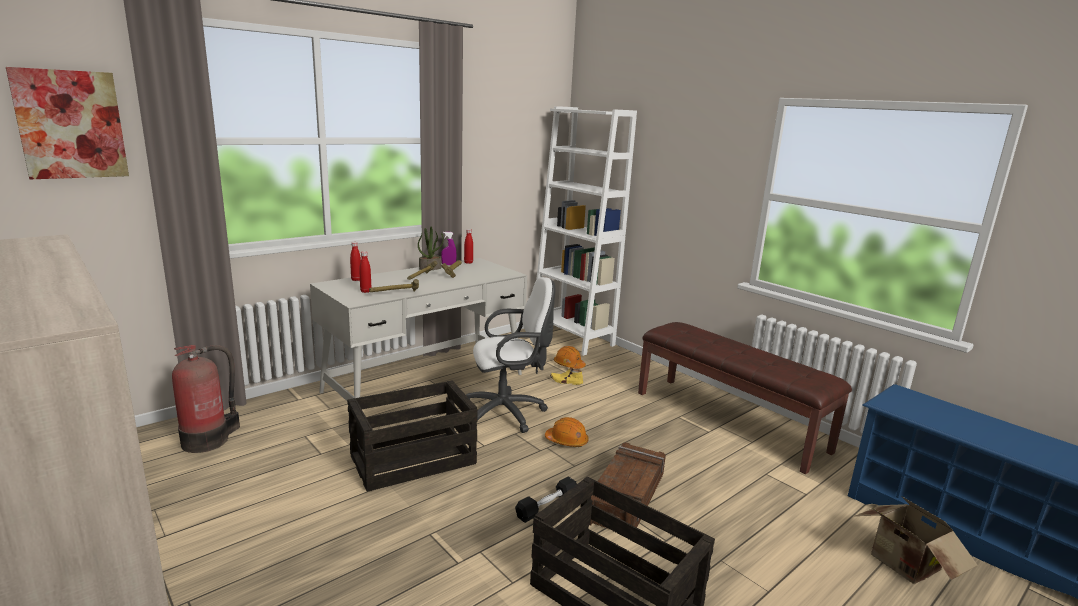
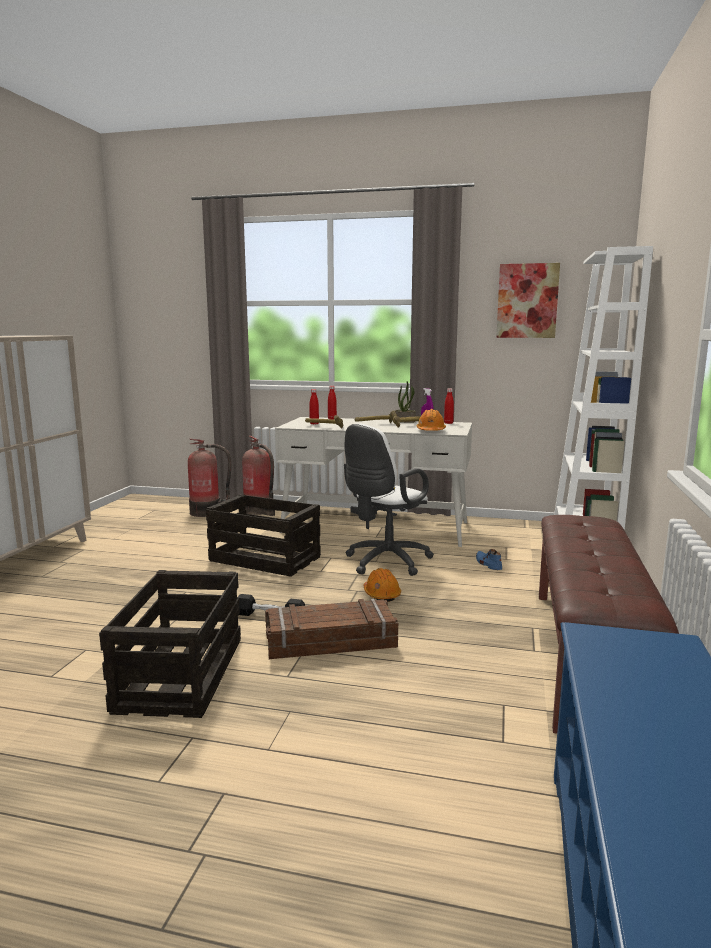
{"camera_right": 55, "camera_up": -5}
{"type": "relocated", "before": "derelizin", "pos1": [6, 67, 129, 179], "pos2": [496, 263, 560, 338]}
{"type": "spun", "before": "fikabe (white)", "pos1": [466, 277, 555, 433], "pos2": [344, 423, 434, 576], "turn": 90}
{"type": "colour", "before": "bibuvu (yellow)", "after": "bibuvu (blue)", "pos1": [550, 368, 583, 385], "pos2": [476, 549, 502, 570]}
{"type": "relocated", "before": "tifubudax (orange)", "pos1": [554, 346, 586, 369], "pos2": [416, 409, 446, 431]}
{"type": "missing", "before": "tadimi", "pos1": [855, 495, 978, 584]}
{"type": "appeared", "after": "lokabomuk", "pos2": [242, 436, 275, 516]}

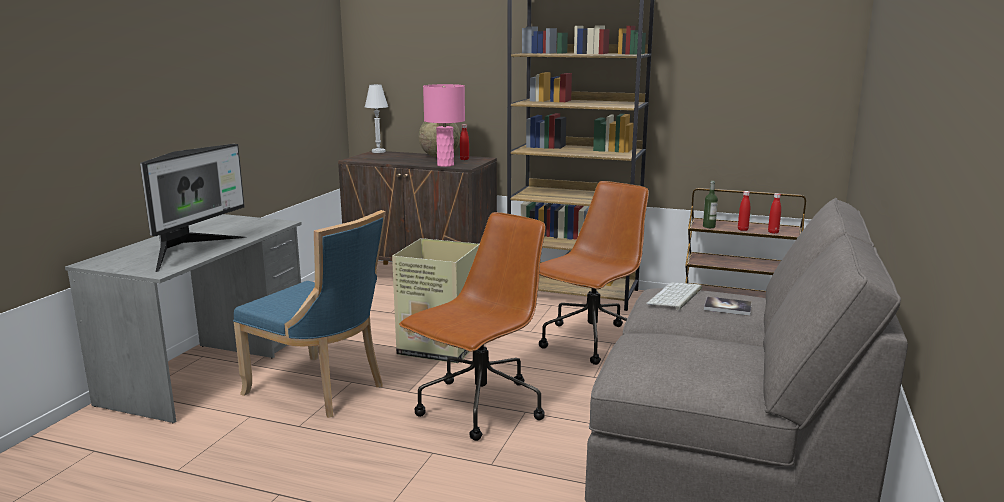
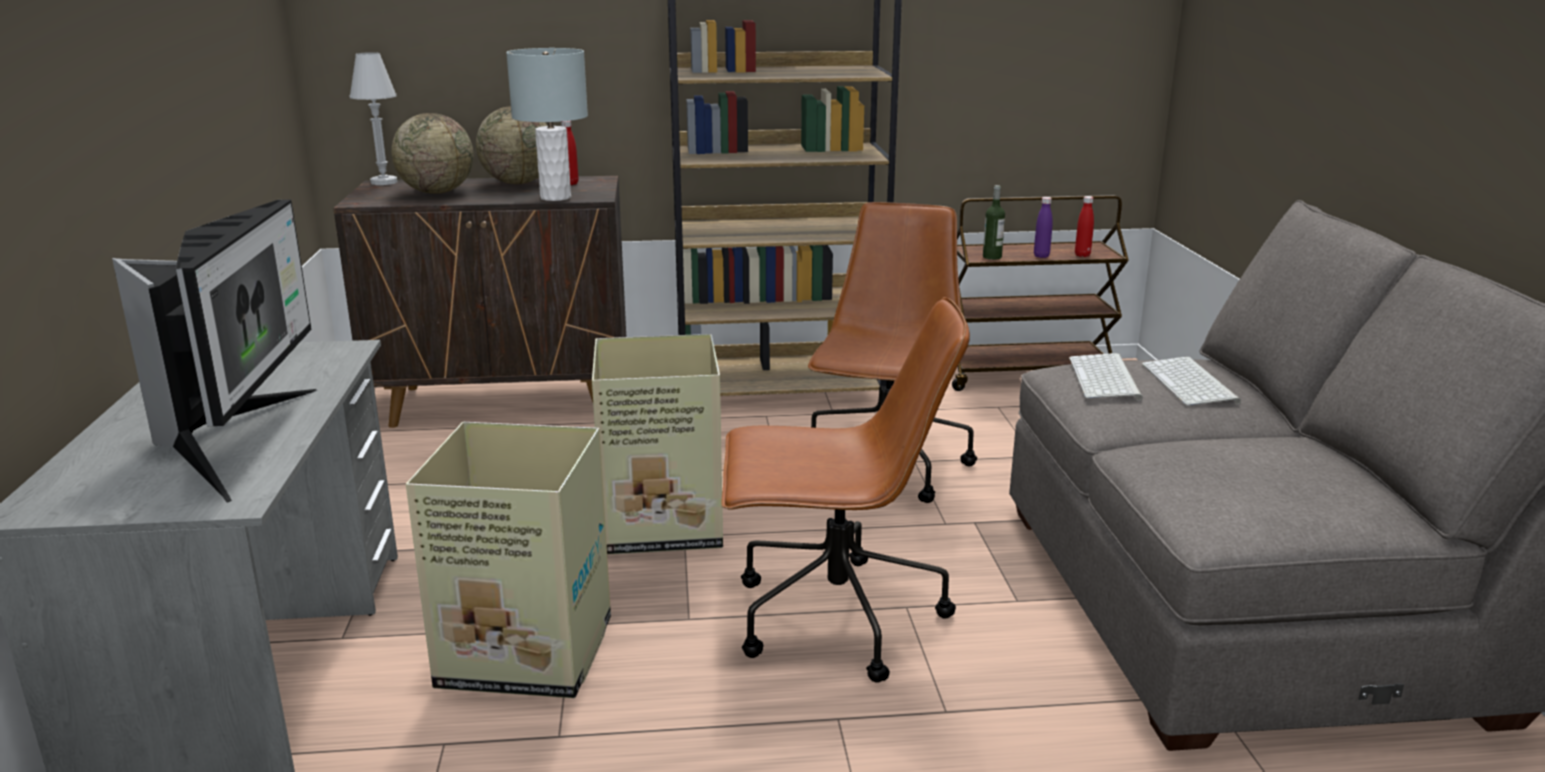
{"camera_right": -25, "camera_up": 5}
{"type": "exchanged", "before": "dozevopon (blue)", "after": "tadimi", "pos1": [233, 210, 386, 418], "pos2": [406, 422, 611, 698]}
{"type": "spun", "before": "fikabe (brown)", "pos1": [399, 212, 545, 441], "pos2": [722, 297, 970, 683], "turn": 75}
{"type": "colour", "before": "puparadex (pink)", "after": "puparadex (grey)", "pos1": [423, 84, 465, 167], "pos2": [506, 48, 588, 201]}
{"type": "exchanged", "before": "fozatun", "after": "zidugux", "pos1": [704, 296, 752, 316], "pos2": [1142, 356, 1241, 406]}
{"type": "colour", "before": "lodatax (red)", "after": "lodatax (purple)", "pos1": [738, 191, 750, 231], "pos2": [1034, 197, 1053, 258]}
{"type": "appeared", "after": "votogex", "pos2": [391, 113, 474, 194]}

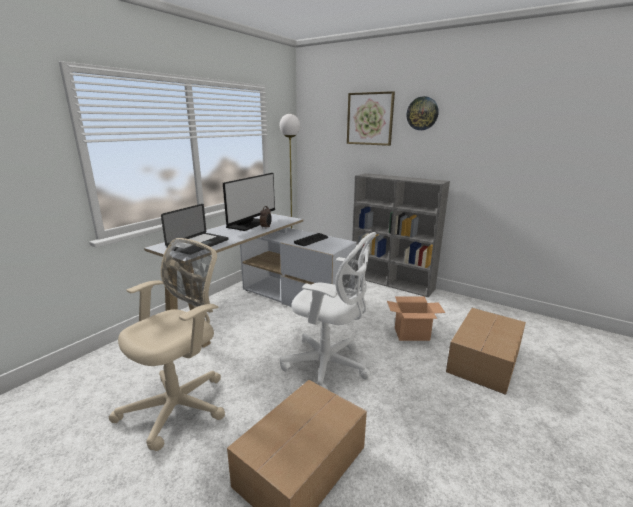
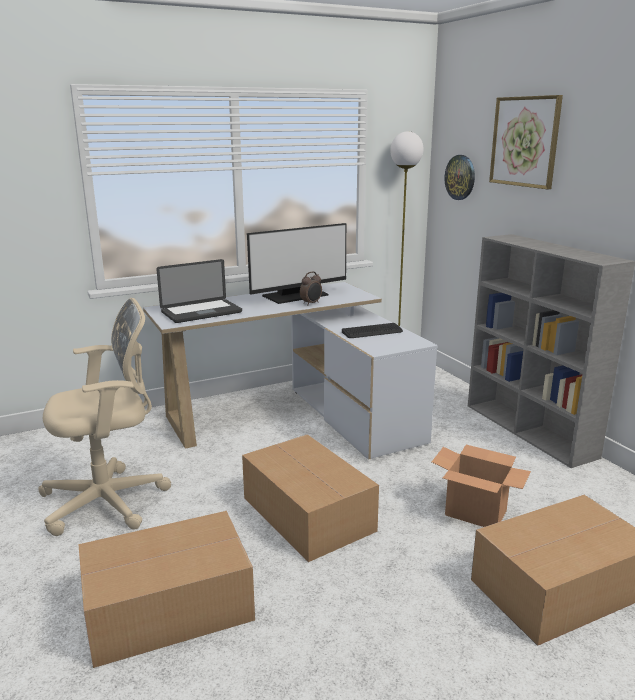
{"camera_right": 30, "camera_up": 0}
{"type": "exchanged", "before": "fikabe (white)", "after": "tadimi", "pos1": [280, 232, 377, 390], "pos2": [242, 434, 379, 562]}
{"type": "relocated", "before": "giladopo", "pos1": [407, 96, 439, 130], "pos2": [445, 155, 475, 200]}

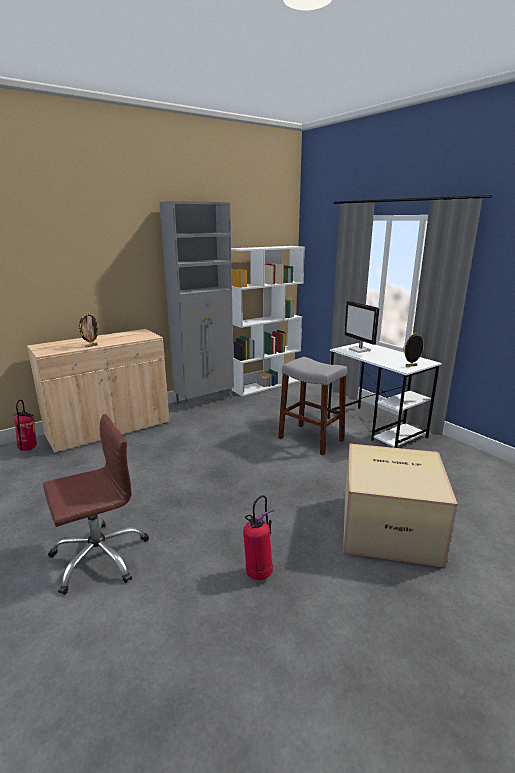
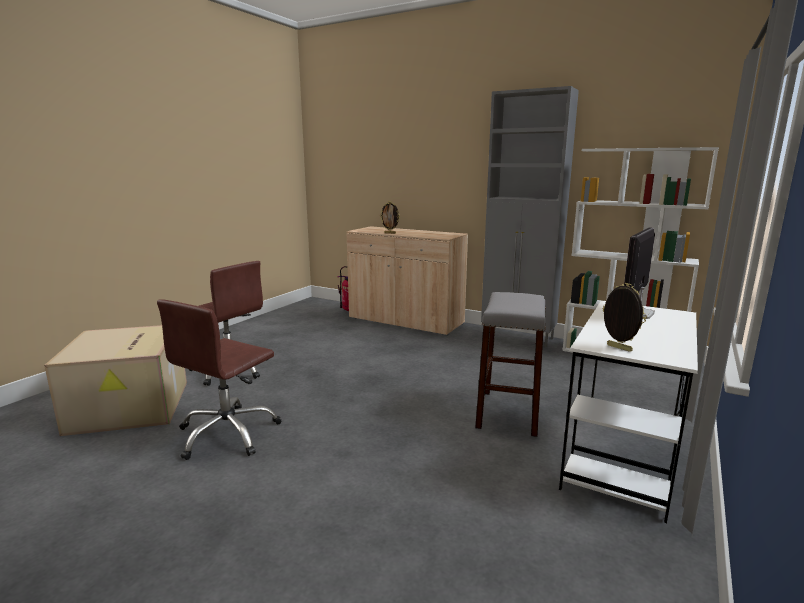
{"camera_right": 65, "camera_up": -5}
{"type": "exchanged", "before": "lokabomuk", "after": "fikabe (brown)", "pos1": [243, 495, 274, 580], "pos2": [157, 299, 282, 460]}
{"type": "relocated", "before": "tadimi", "pos1": [343, 443, 458, 568], "pos2": [44, 325, 187, 436]}

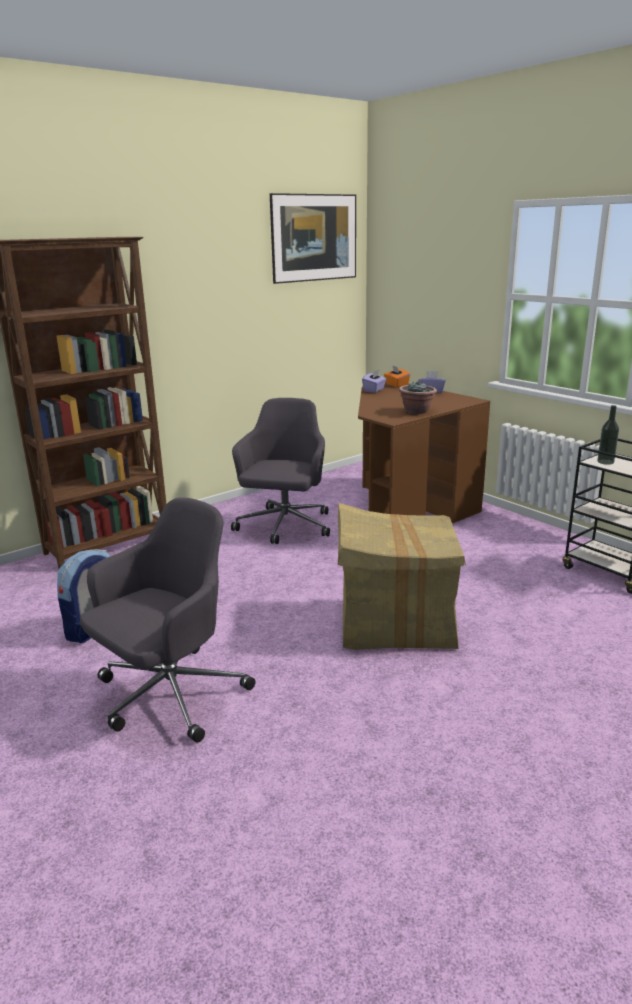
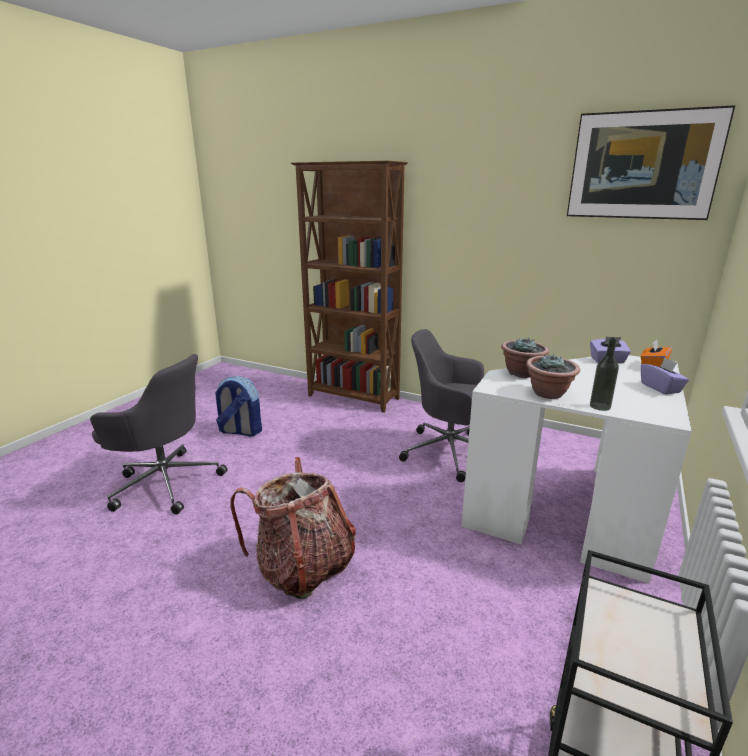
{"camera_right": 65, "camera_up": 0}
{"type": "spun", "before": "fikabe (grey)", "pos1": [231, 398, 330, 544], "pos2": [399, 329, 484, 482], "turn": -150}
{"type": "exchanged", "before": "tadimi", "after": "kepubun", "pos1": [338, 503, 466, 650], "pos2": [231, 457, 356, 599]}
{"type": "colour", "before": "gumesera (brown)", "after": "gumesera (white)", "pos1": [358, 382, 490, 523], "pos2": [462, 355, 692, 583]}
{"type": "relocated", "before": "lodatax", "pos1": [597, 405, 619, 465], "pos2": [590, 338, 619, 411]}
{"type": "appeared", "after": "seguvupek", "pos2": [501, 337, 549, 378]}

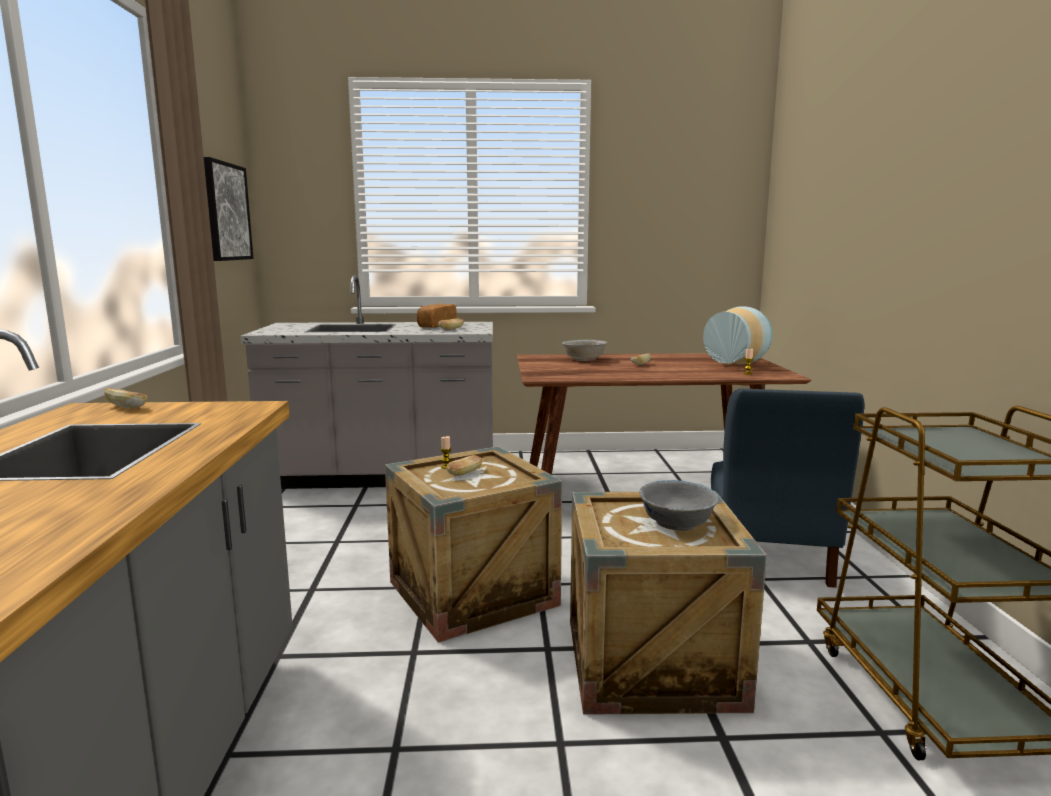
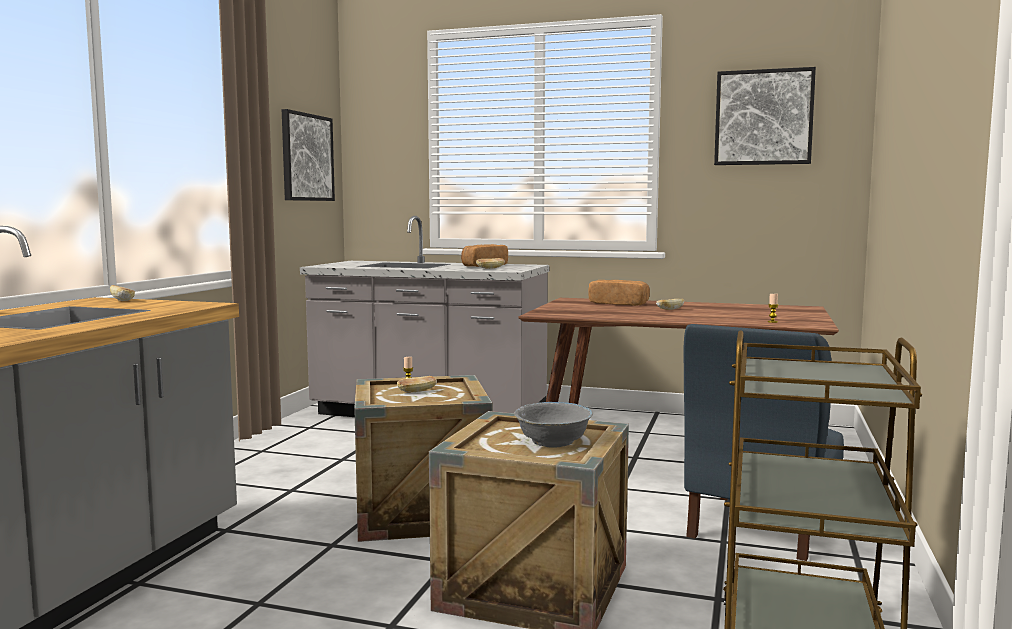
{"camera_right": 20, "camera_up": -5}
{"type": "exchanged", "before": "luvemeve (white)", "after": "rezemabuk", "pos1": [562, 340, 607, 361], "pos2": [588, 280, 650, 306]}
{"type": "missing", "before": "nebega", "pos1": [703, 306, 772, 364]}
{"type": "appeared", "after": "derelizin", "pos2": [714, 67, 816, 165]}

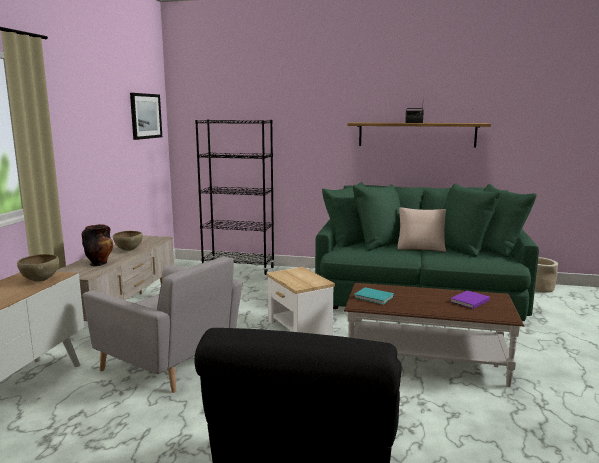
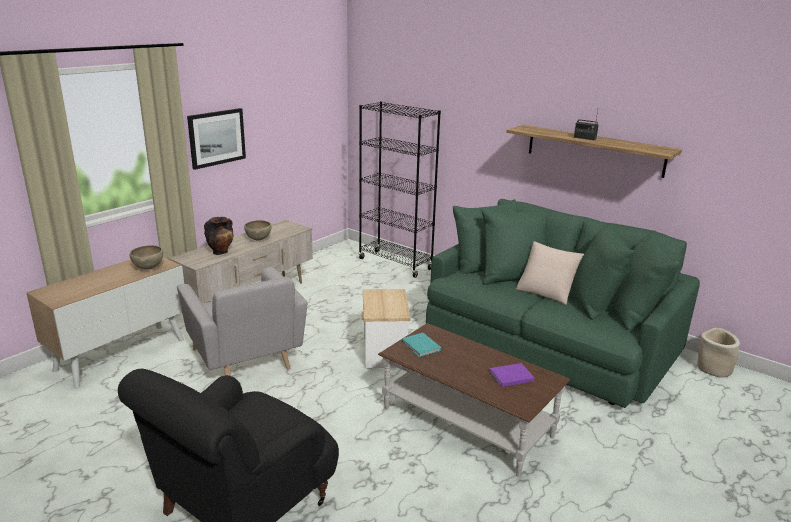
{"camera_right": 25, "camera_up": 10}
{"type": "relocated", "before": "derelizin", "pos1": [130, 93, 162, 140], "pos2": [187, 108, 246, 170]}

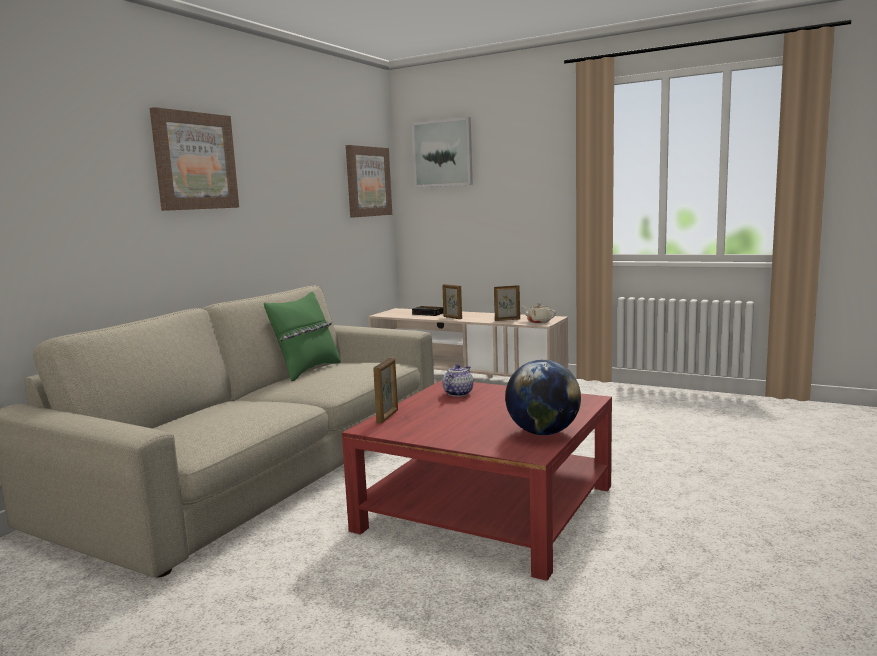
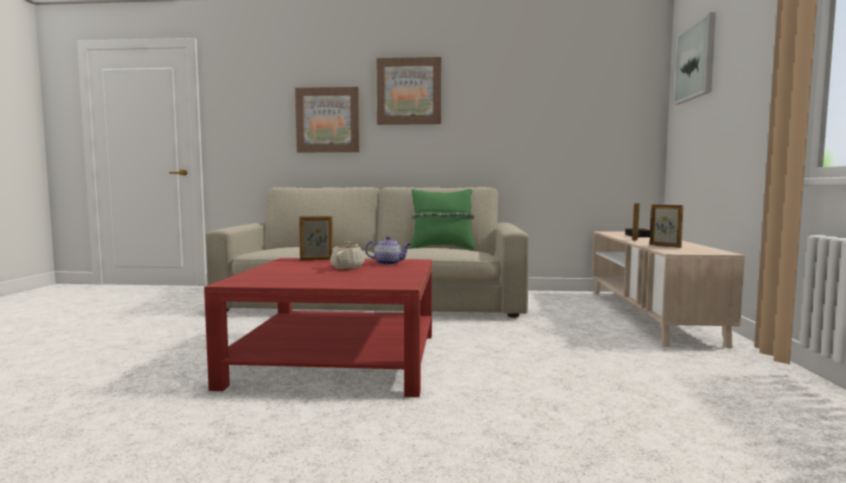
{"camera_right": 65, "camera_up": -5}
{"type": "relocated", "before": "derelizin", "pos1": [346, 145, 392, 218], "pos2": [295, 87, 360, 152]}
{"type": "missing", "before": "votogex", "pos1": [505, 360, 581, 435]}
{"type": "relocated", "before": "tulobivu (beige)", "pos1": [522, 303, 556, 324], "pos2": [330, 241, 365, 269]}

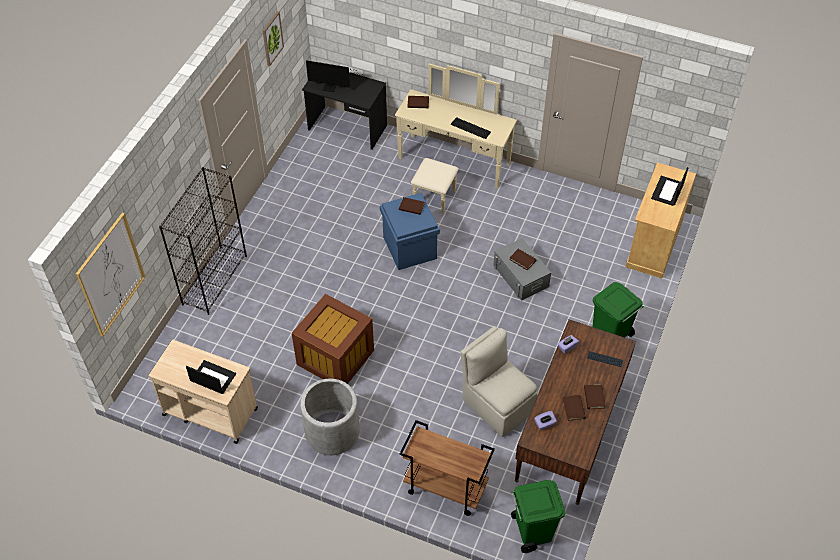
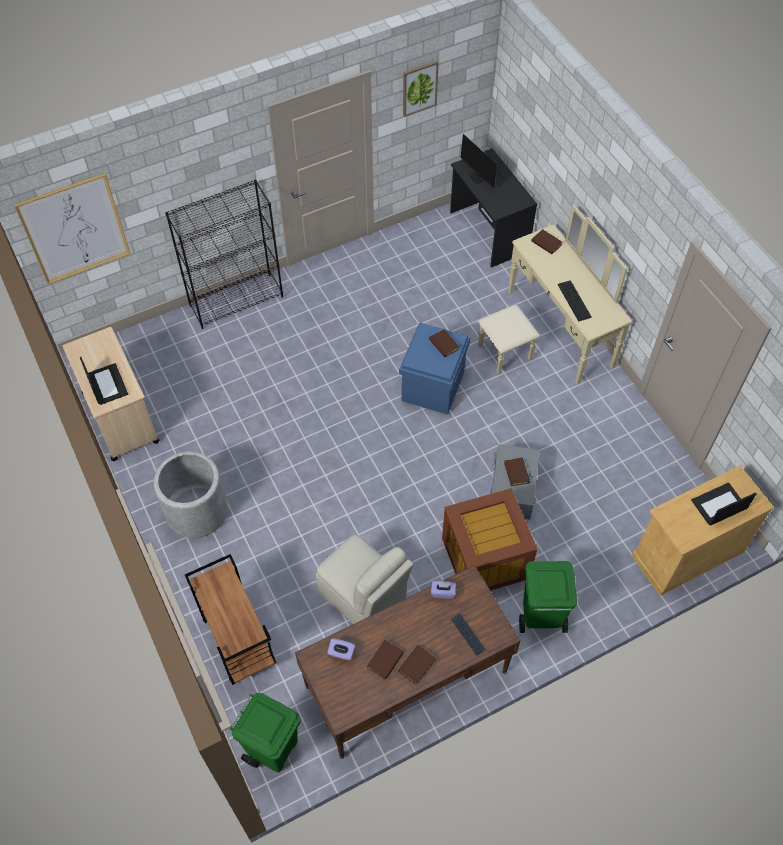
{"camera_right": 40, "camera_up": 5}
{"type": "relocated", "before": "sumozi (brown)", "pos1": [292, 294, 374, 384], "pos2": [442, 488, 538, 591]}
{"type": "spun", "before": "dozevopon (beige)", "pos1": [461, 326, 538, 437], "pos2": [316, 534, 413, 624], "turn": 135}

